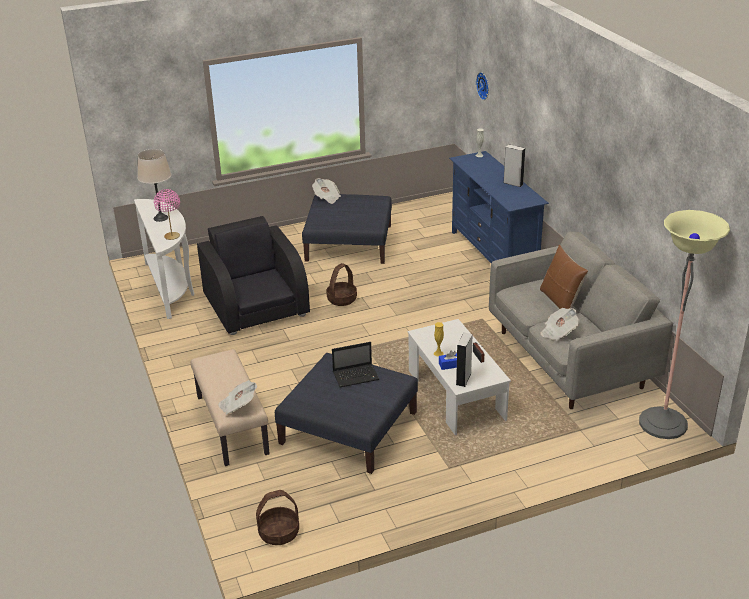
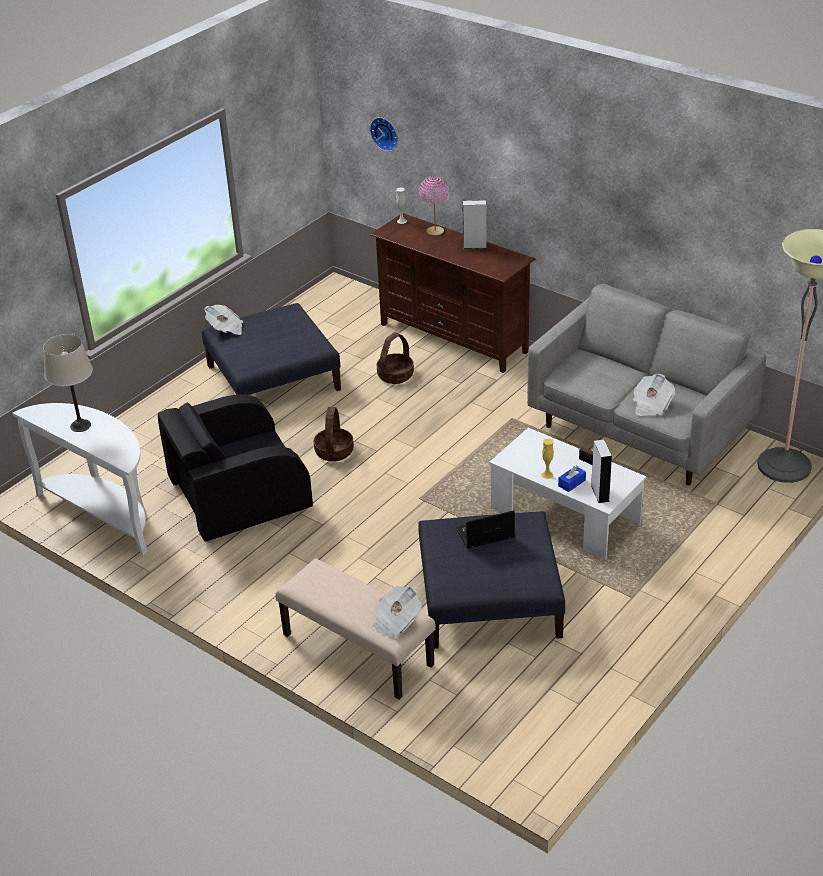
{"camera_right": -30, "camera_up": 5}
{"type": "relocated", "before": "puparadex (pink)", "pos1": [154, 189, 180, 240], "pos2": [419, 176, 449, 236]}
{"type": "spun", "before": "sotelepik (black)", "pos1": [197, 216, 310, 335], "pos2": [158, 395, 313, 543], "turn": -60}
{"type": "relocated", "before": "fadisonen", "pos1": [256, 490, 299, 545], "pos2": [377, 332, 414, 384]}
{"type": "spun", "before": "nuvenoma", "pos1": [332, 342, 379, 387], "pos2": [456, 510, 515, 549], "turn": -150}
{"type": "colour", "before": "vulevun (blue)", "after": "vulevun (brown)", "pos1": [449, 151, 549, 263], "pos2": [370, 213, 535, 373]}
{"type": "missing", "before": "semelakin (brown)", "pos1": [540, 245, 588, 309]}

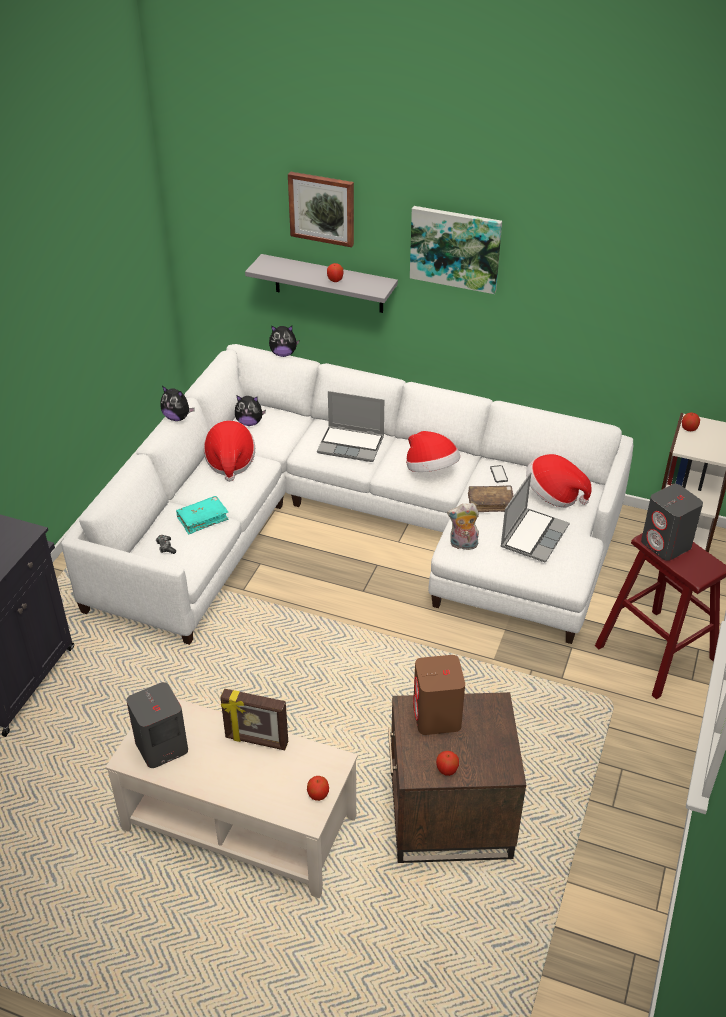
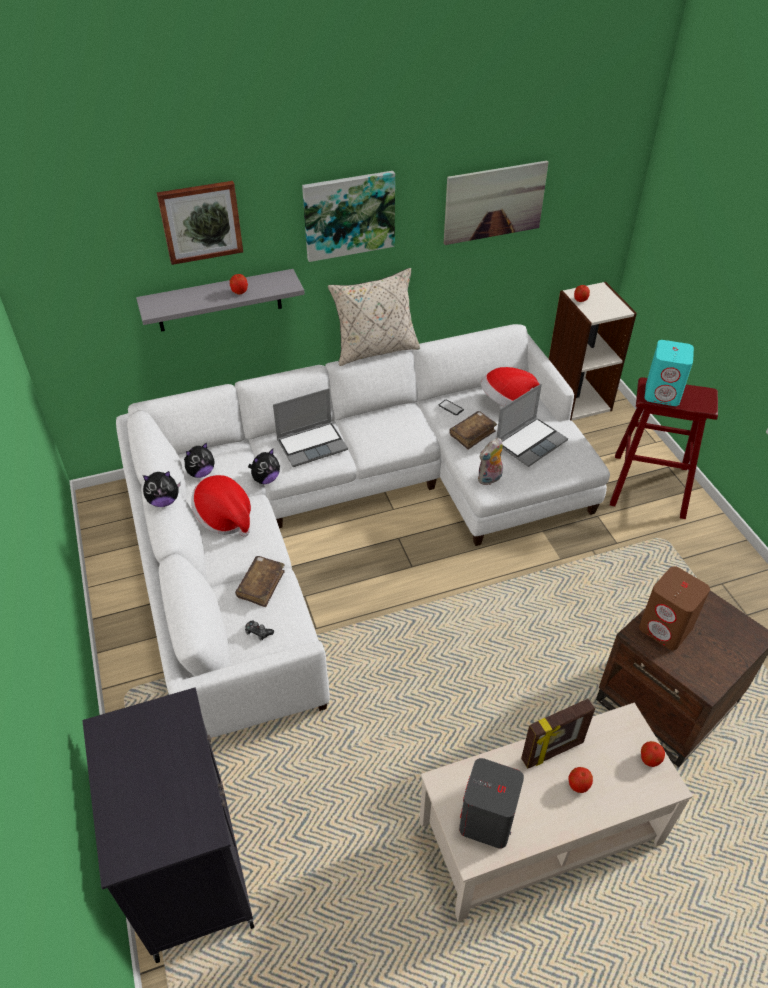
{"camera_right": -40, "camera_up": 5}
{"type": "colour", "before": "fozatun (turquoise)", "after": "fozatun (brown)", "pos1": [176, 496, 228, 534], "pos2": [235, 556, 285, 607]}
{"type": "relocated", "before": "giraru", "pos1": [269, 326, 299, 357], "pos2": [248, 449, 280, 484]}
{"type": "missing", "before": "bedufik", "pos1": [406, 431, 460, 472]}
{"type": "relocated", "before": "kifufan", "pos1": [436, 751, 459, 776], "pos2": [568, 767, 593, 793]}
{"type": "spun", "before": "nuvenoma", "pos1": [501, 472, 569, 563], "pos2": [496, 384, 568, 467], "turn": 60}
{"type": "colour", "before": "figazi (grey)", "after": "figazi (turquoise)", "pos1": [641, 484, 703, 561], "pos2": [645, 340, 694, 406]}
{"type": "appeared", "after": "semelakin (beige)", "pos2": [328, 268, 420, 366]}
{"type": "appeared", "after": "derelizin", "pos2": [444, 161, 549, 245]}

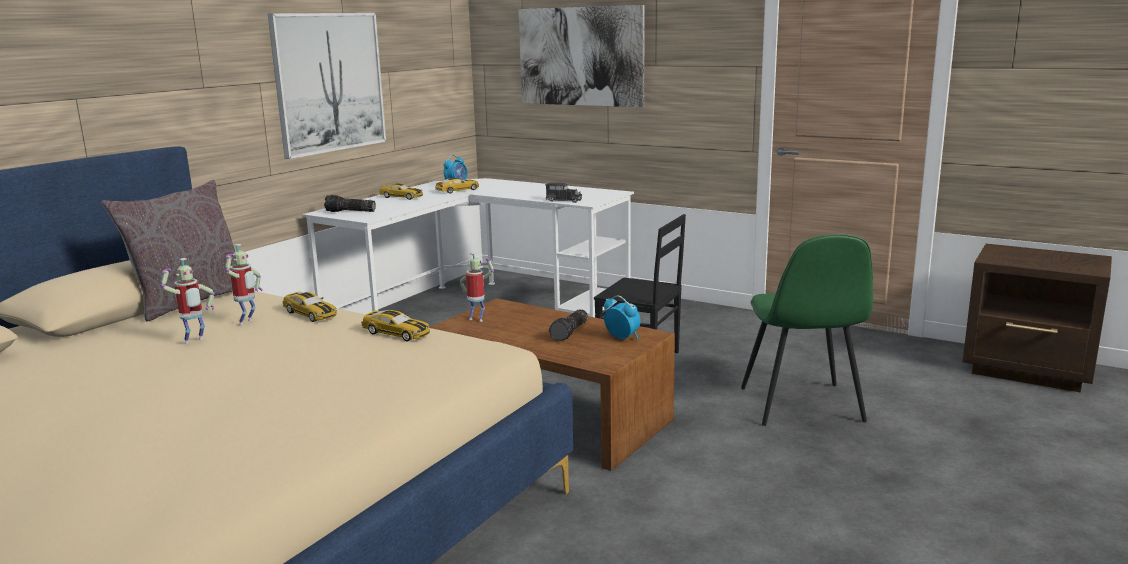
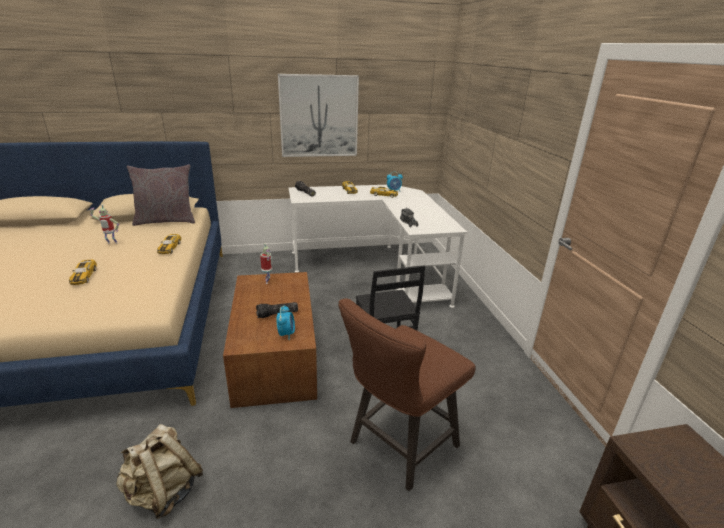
{"camera_right": 45, "camera_up": 10}
{"type": "missing", "before": "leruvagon", "pos1": [225, 244, 263, 326]}
{"type": "relocated", "before": "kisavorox", "pos1": [361, 310, 430, 342], "pos2": [69, 260, 97, 285]}
{"type": "missing", "before": "derelizin", "pos1": [519, 5, 645, 107]}
{"type": "exchanged", "before": "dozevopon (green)", "after": "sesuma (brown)", "pos1": [741, 234, 873, 426], "pos2": [338, 298, 476, 491]}
{"type": "appeared", "after": "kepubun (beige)", "pos2": [116, 424, 203, 519]}

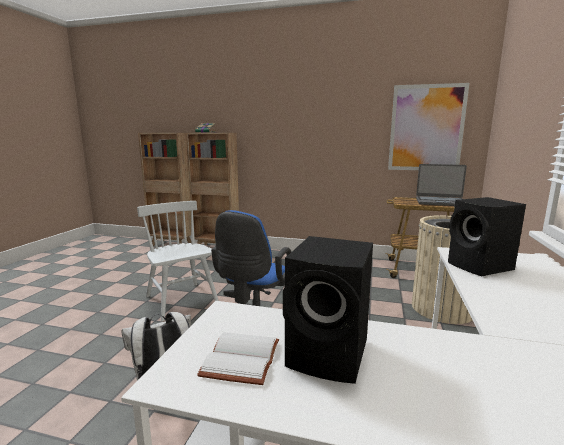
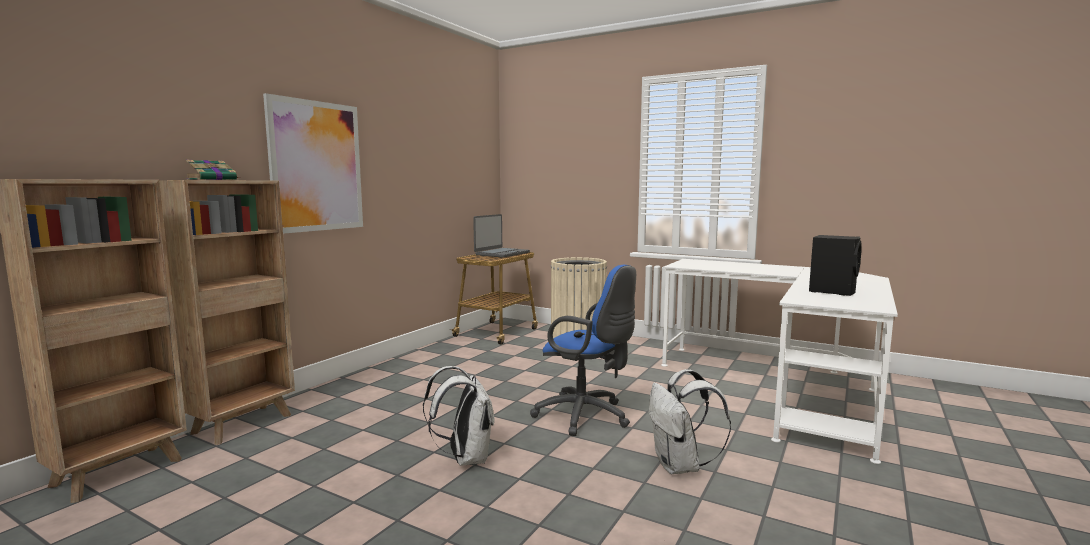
{"camera_right": -75, "camera_up": -5}
{"type": "exchanged", "before": "dozevopon (white)", "after": "kepubun (white)", "pos1": [137, 201, 219, 321], "pos2": [423, 366, 495, 466]}
{"type": "missing", "before": "fozatun (white)", "pos1": [197, 332, 279, 385]}
{"type": "relocated", "before": "derelizin", "pos1": [388, 83, 469, 170], "pos2": [263, 93, 363, 234]}
{"type": "missing", "before": "figazi (black)", "pos1": [448, 197, 526, 276]}

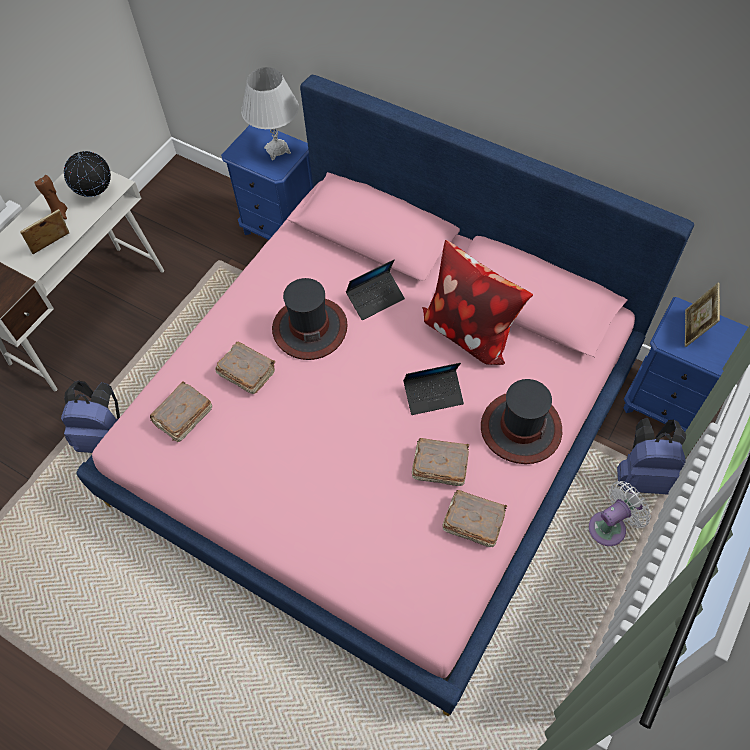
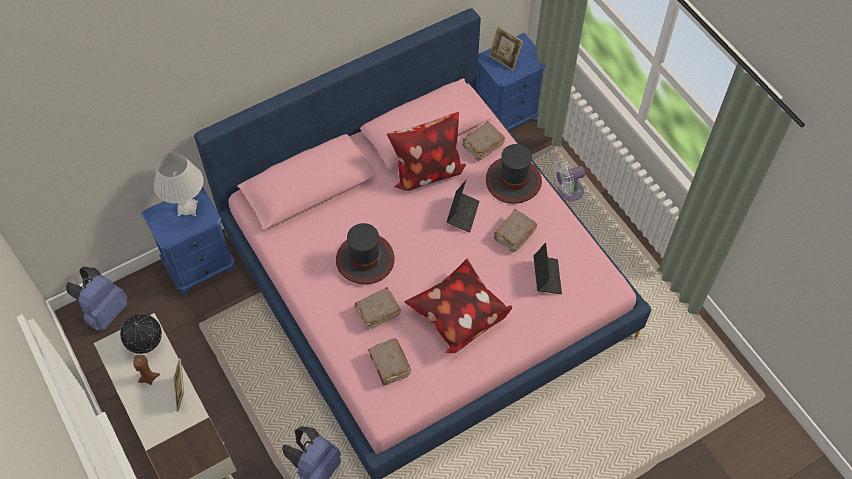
{"camera_right": -65, "camera_up": 0}
{"type": "relocated", "before": "nuvenoma", "pos1": [346, 260, 405, 320], "pos2": [533, 243, 562, 294]}
{"type": "relocated", "before": "fozatun (brown)", "pos1": [442, 490, 507, 547], "pos2": [463, 122, 505, 161]}
{"type": "spun", "before": "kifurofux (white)", "pos1": [589, 481, 651, 546], "pos2": [554, 160, 585, 201], "turn": -105}
{"type": "relocated", "before": "kepubun (blue)", "pos1": [617, 418, 686, 495], "pos2": [66, 267, 127, 331]}
{"type": "appeared", "after": "semelakin", "pos2": [404, 258, 512, 353]}

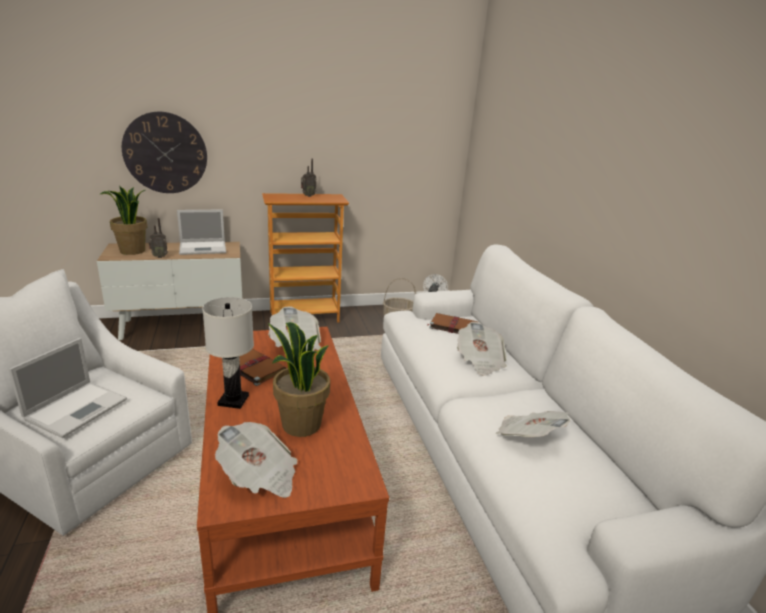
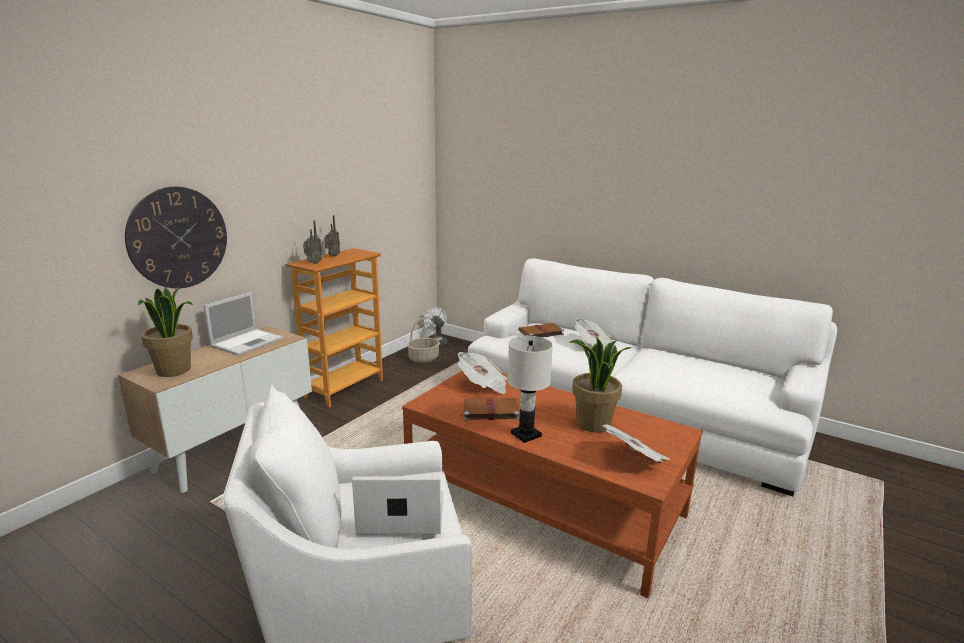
{"camera_right": -40, "camera_up": -5}
{"type": "spun", "before": "nuvenoma", "pos1": [8, 338, 127, 438], "pos2": [352, 476, 443, 535], "turn": -75}
{"type": "relocated", "before": "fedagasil", "pos1": [148, 218, 168, 258], "pos2": [303, 221, 322, 264]}
{"type": "missing", "before": "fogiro", "pos1": [496, 411, 570, 437]}

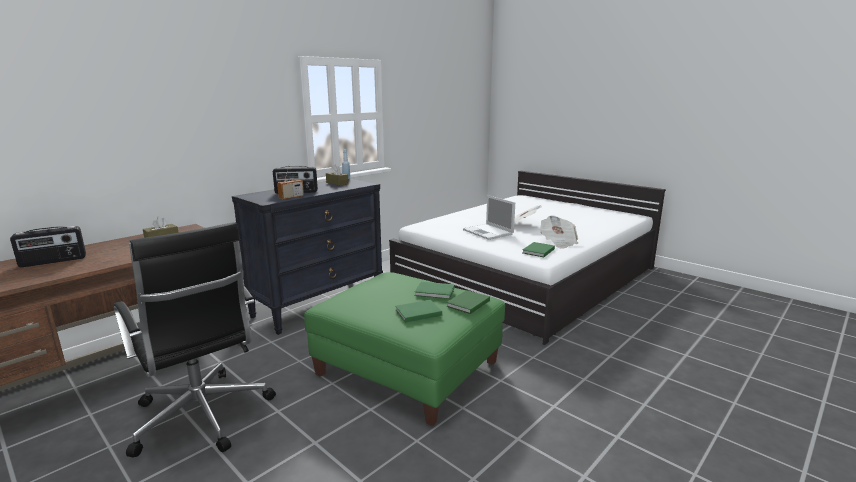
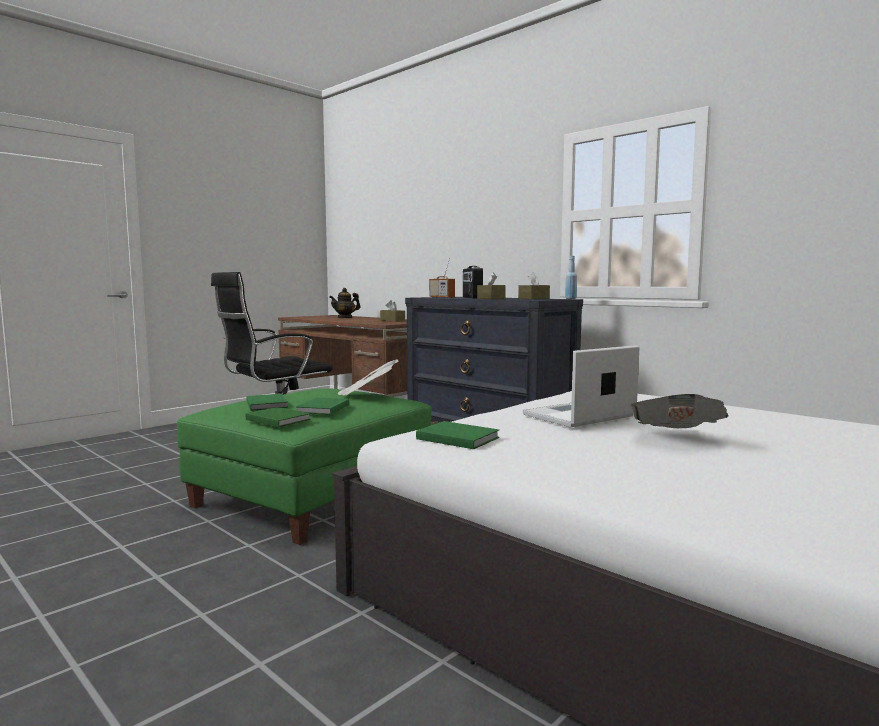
{"camera_right": 90, "camera_up": -10}
{"type": "exchanged", "before": "fedagasil", "after": "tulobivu", "pos1": [10, 226, 86, 267], "pos2": [329, 288, 360, 318]}
{"type": "relocated", "before": "fogiro", "pos1": [540, 216, 578, 249], "pos2": [338, 360, 398, 396]}
{"type": "appeared", "after": "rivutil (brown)", "pos2": [477, 272, 506, 299]}

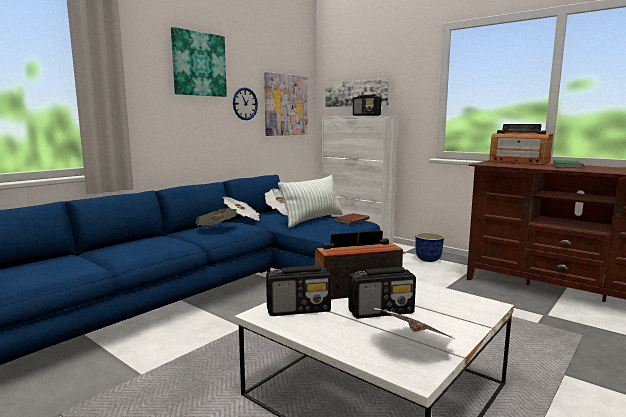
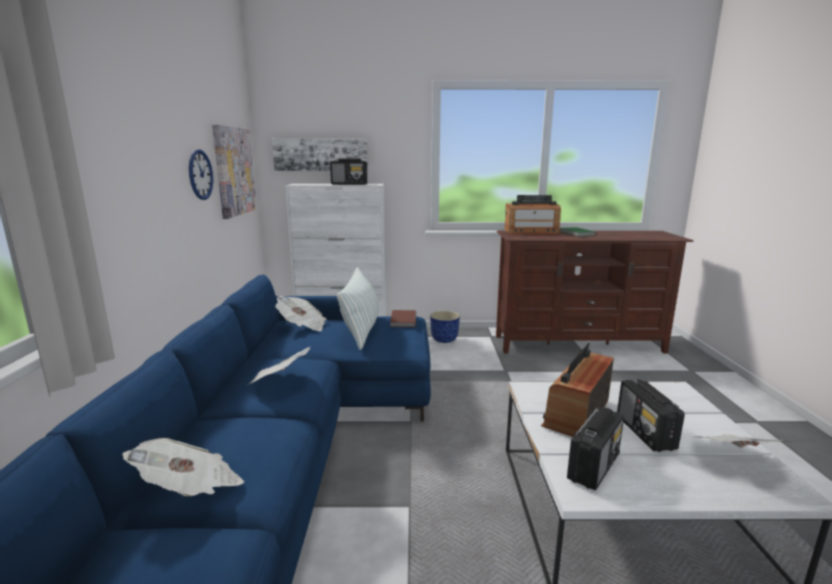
{"camera_right": -40, "camera_up": 5}
{"type": "missing", "before": "derelizin", "pos1": [171, 27, 227, 97]}
{"type": "relocated", "before": "fogiro", "pos1": [223, 197, 260, 221], "pos2": [122, 438, 244, 497]}
{"type": "spun", "before": "fedagasil", "pos1": [348, 267, 416, 319], "pos2": [617, 379, 685, 452], "turn": 135}

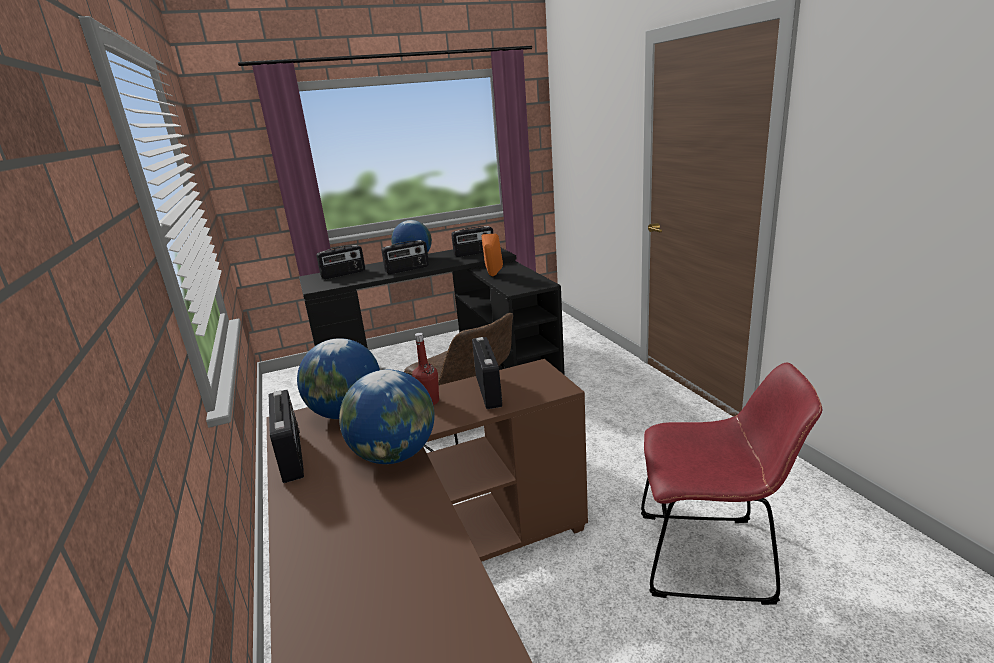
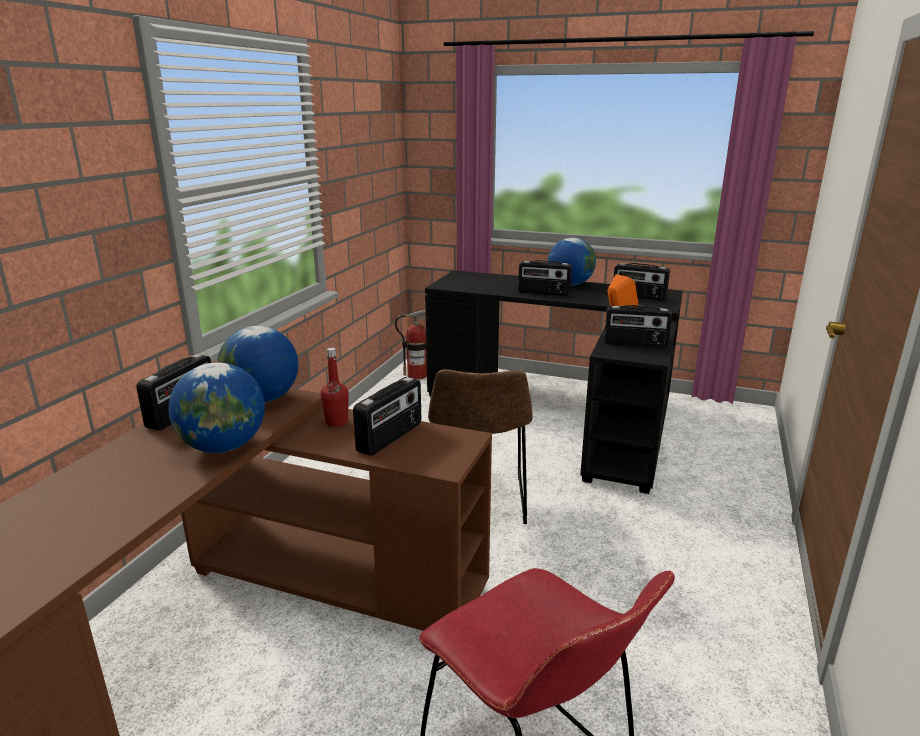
{"camera_right": 40, "camera_up": 0}
{"type": "relocated", "before": "fedagasil", "pos1": [316, 245, 365, 279], "pos2": [604, 305, 672, 348]}
{"type": "appeared", "after": "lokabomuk", "pos2": [395, 310, 427, 380]}

